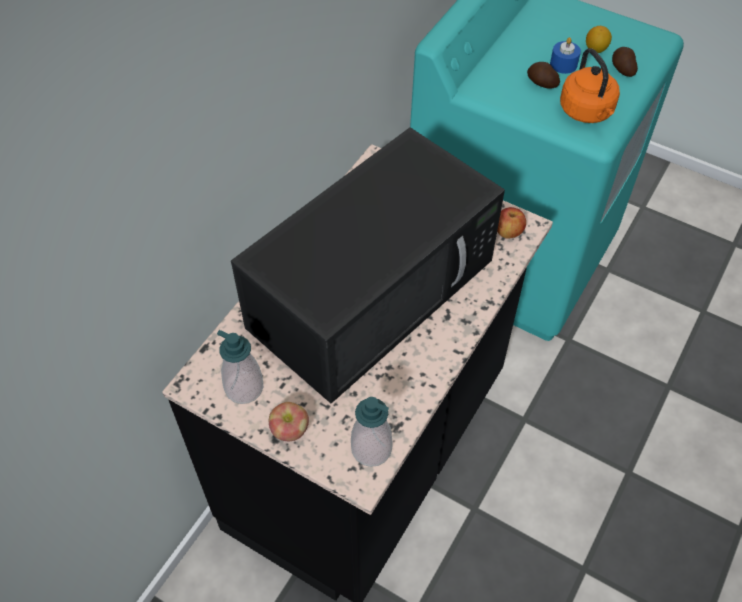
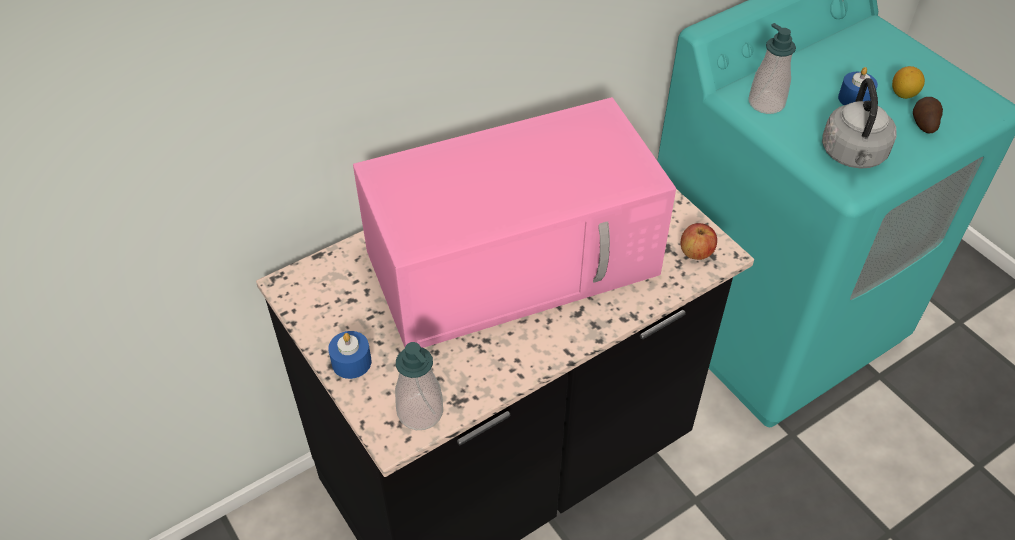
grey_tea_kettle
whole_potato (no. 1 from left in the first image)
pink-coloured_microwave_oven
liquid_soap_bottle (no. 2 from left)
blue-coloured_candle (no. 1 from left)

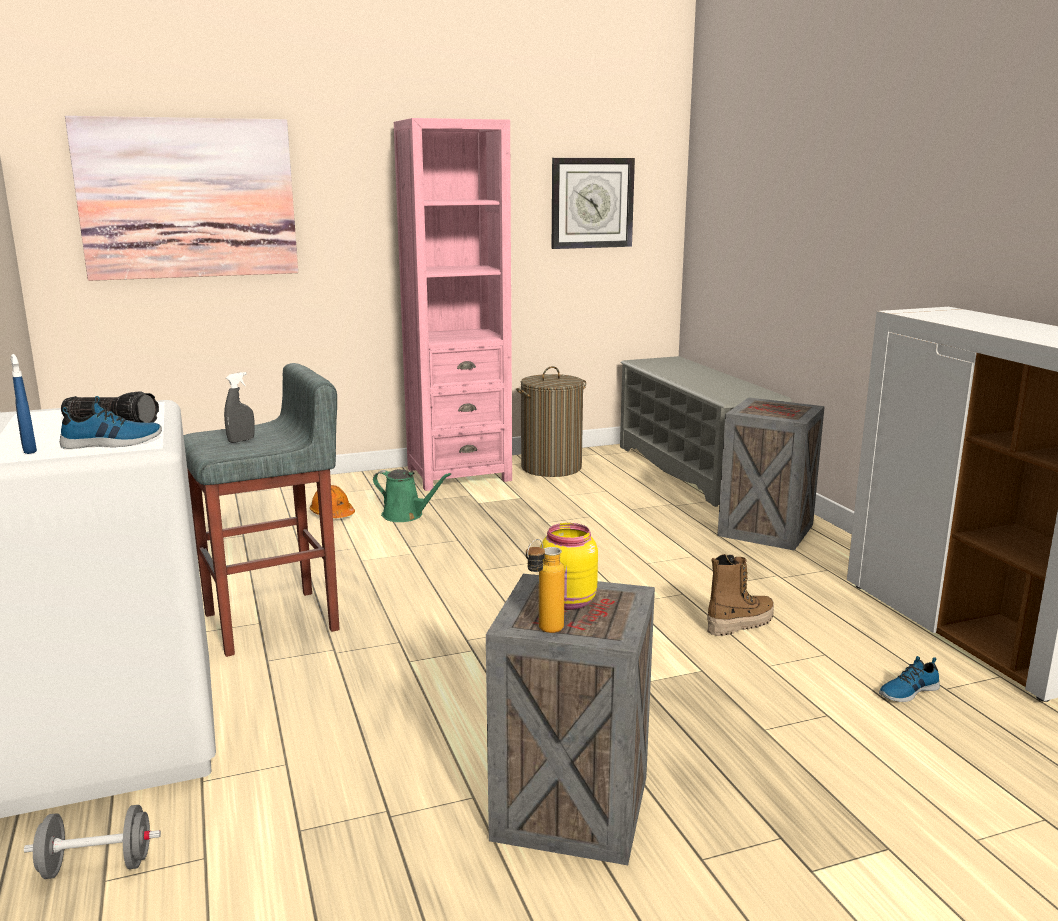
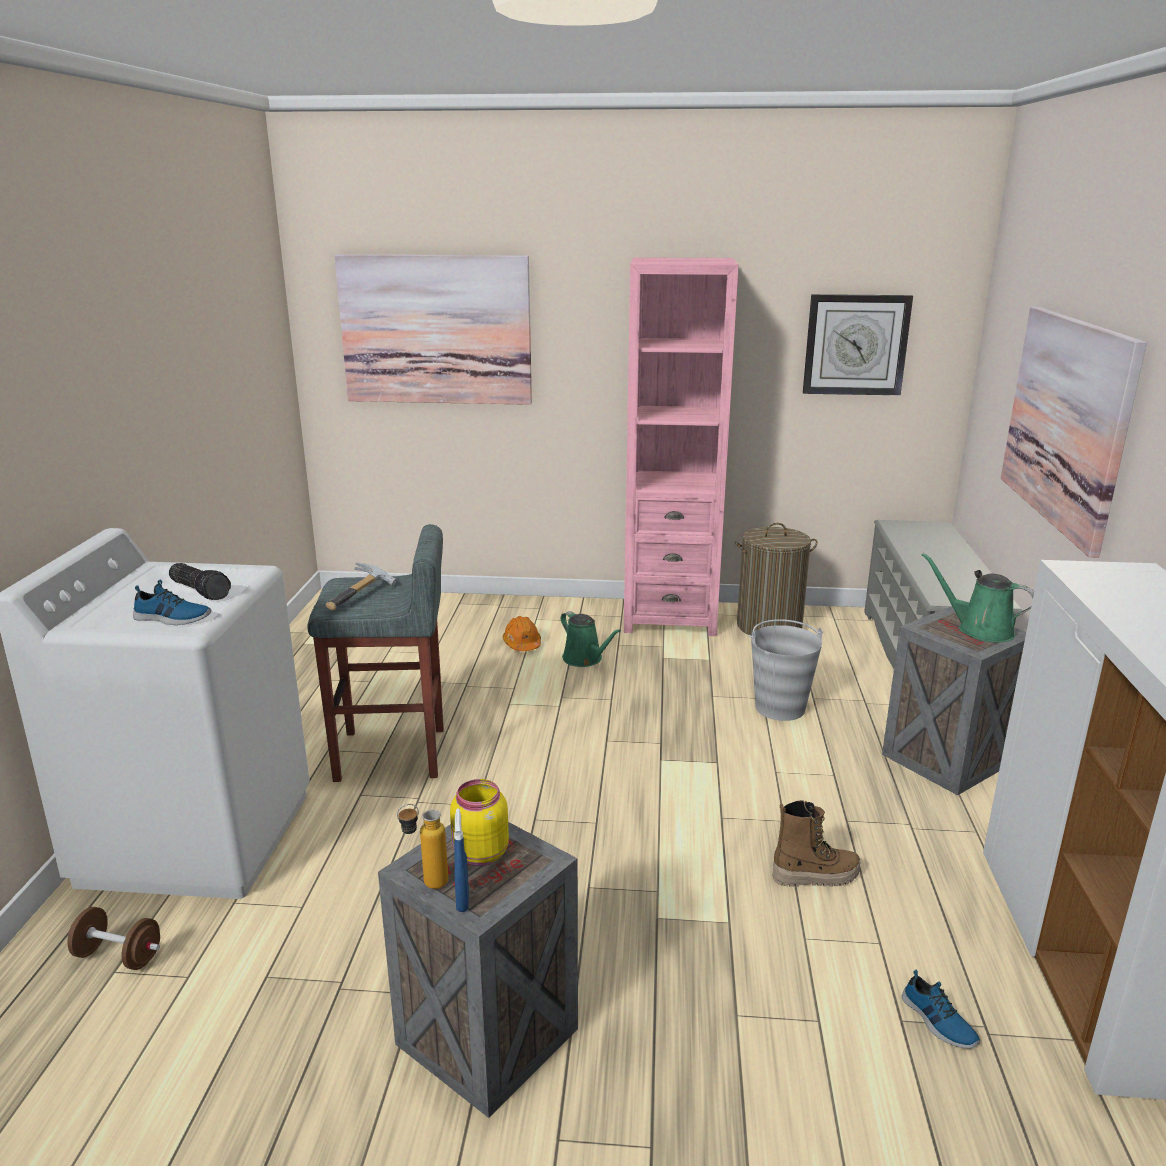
blue-coloured_sprayer
hand_hammer
shoe (no. 2 from left)
brown_hand_weight
picture (no. 2 from left)
greenish_sprinkling_can (no. 2 from left)
grey_water_bucket

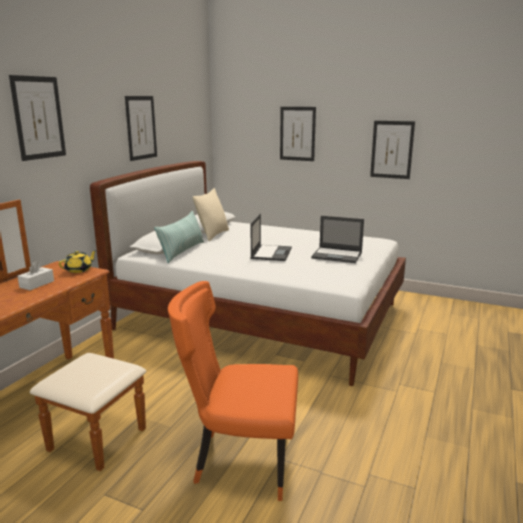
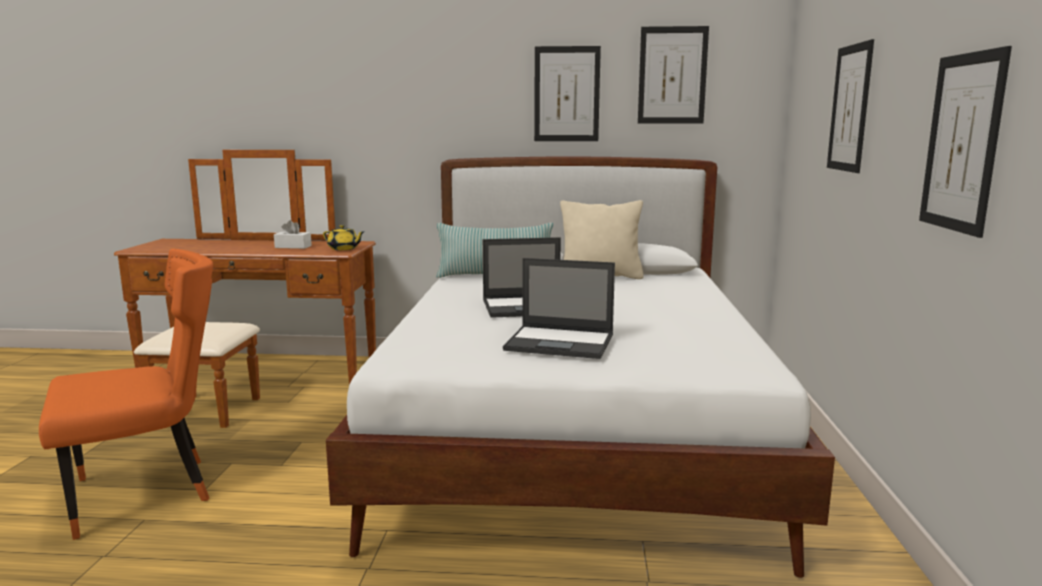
picture (no. 2 from left)
notebook_computer (no. 2 from left)
orange-coloured_upright_chair

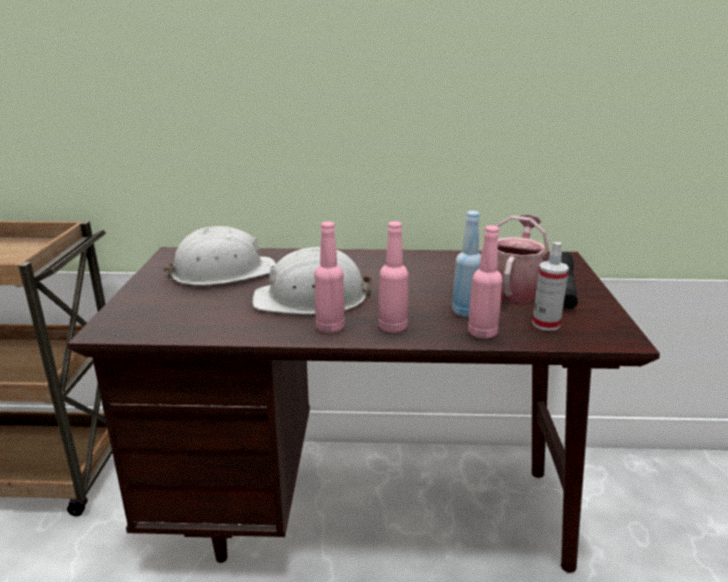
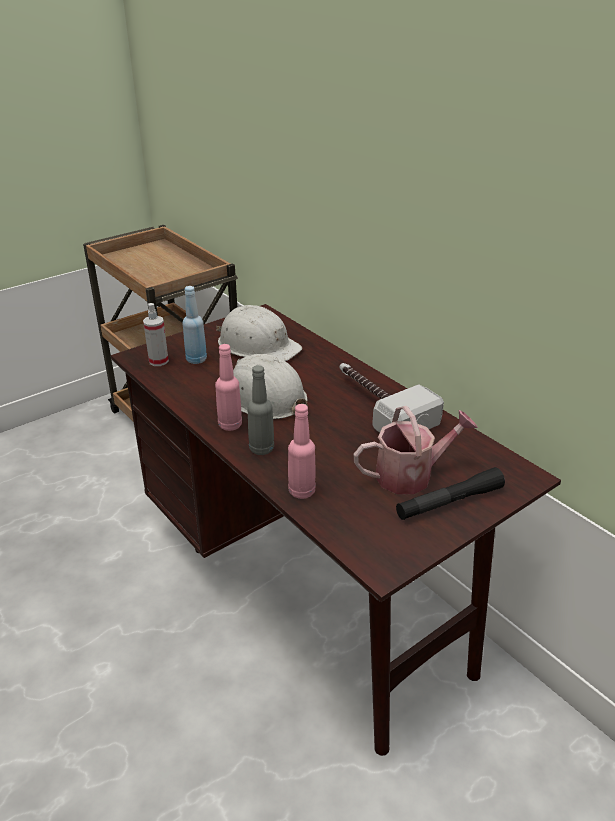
blue-coloured_bottle
grey_bottle
sprayer
hand_hammer

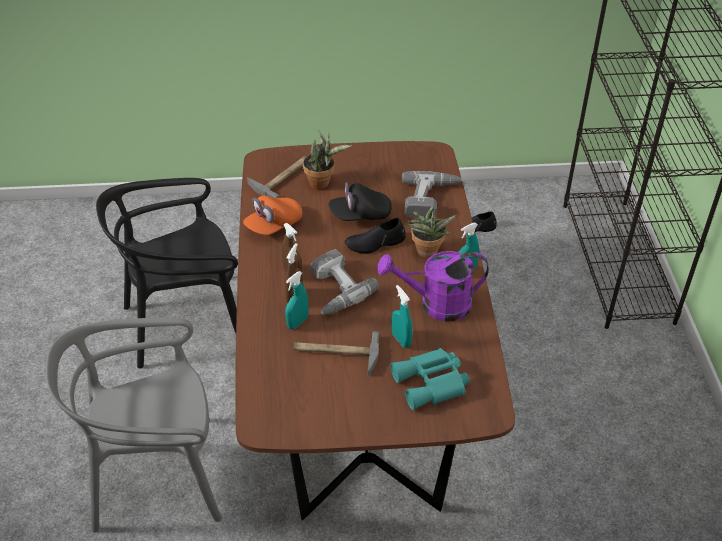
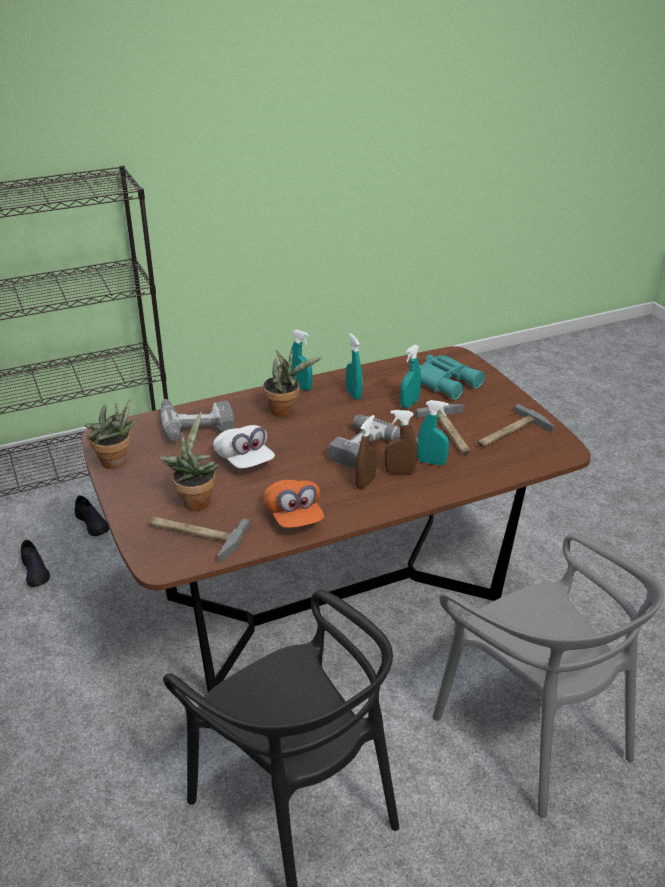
whitish_baseball_cap
orange-coloured_baseball_cap
blackish_shoe (no. 2 from left)
turquoise_sprayer (no. 2 from left)
plant_in_a_pot (no. 1 from left)
hand_hammer (no. 3 from left)

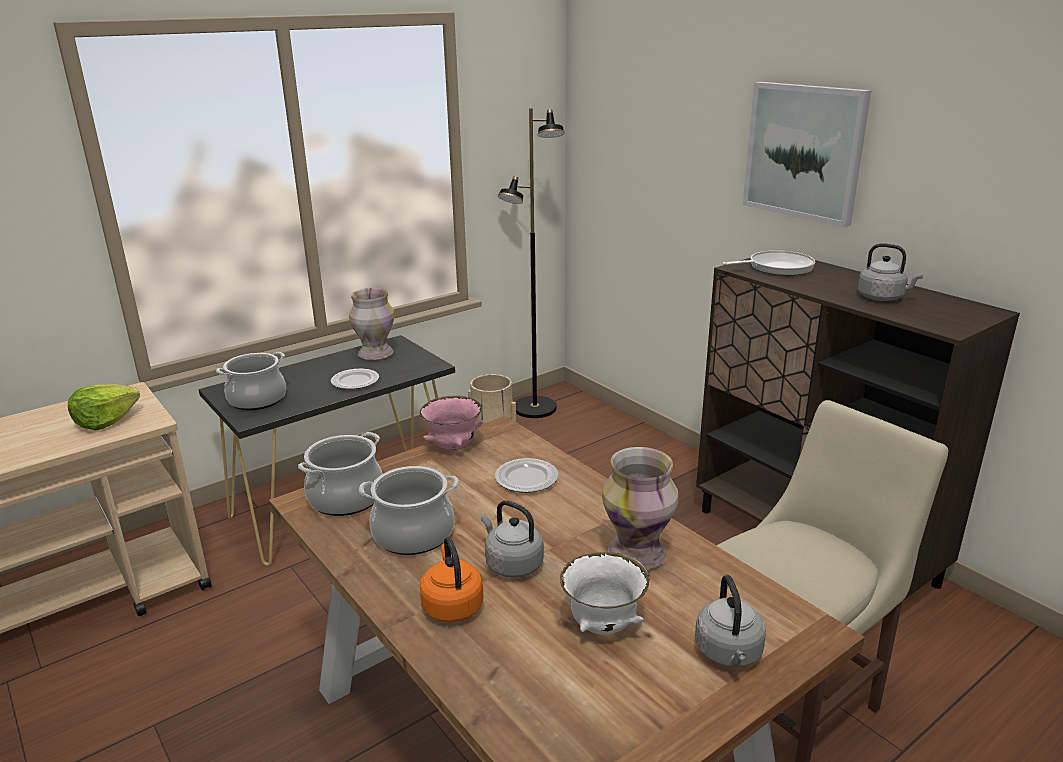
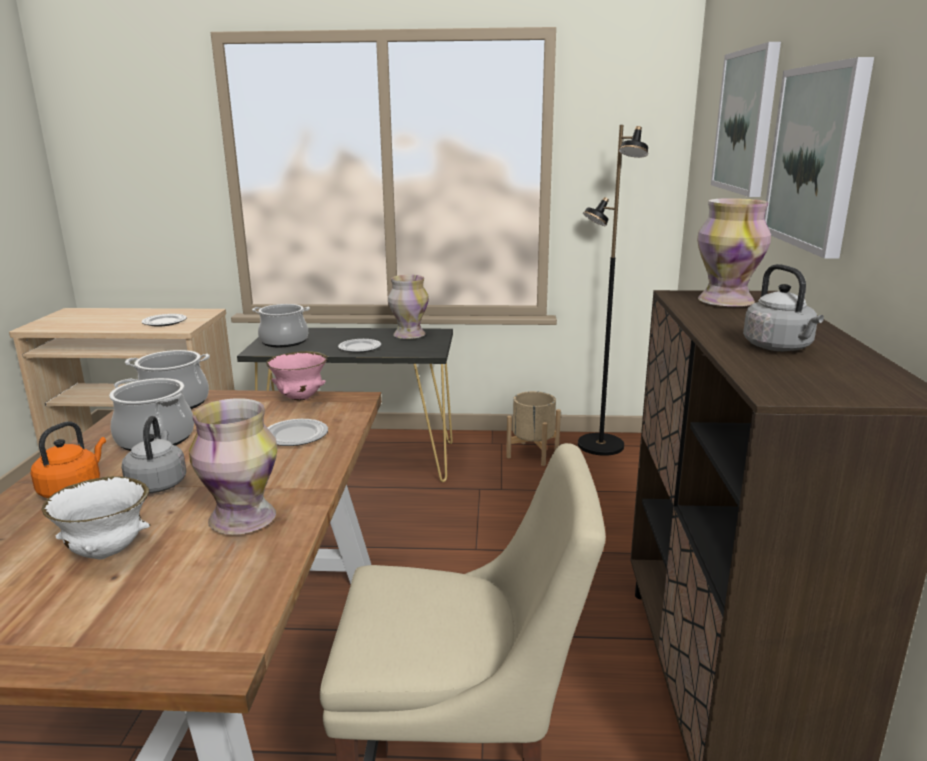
decorative_vase (no. 3 from left)
plate (no. 1 from left)
grey_tea_kettle (no. 2 from left in the first image)
picture (no. 1 from left)

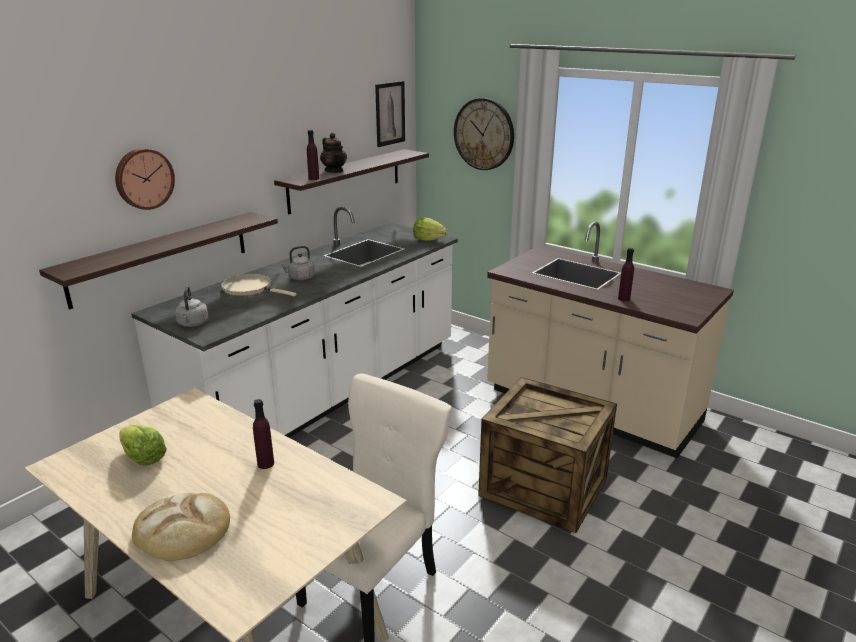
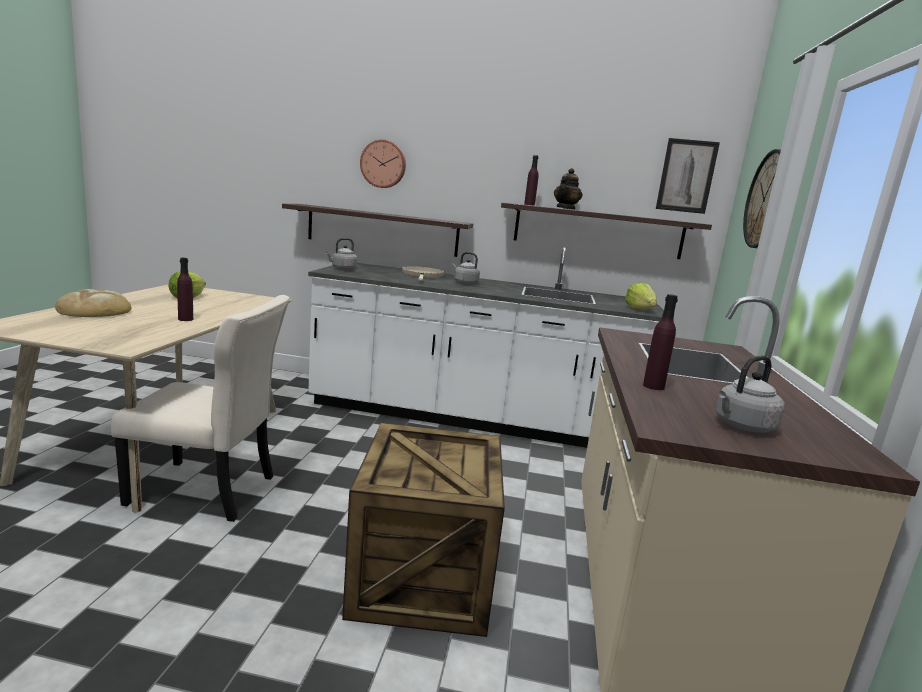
grey_tea_kettle (no. 3 from left)

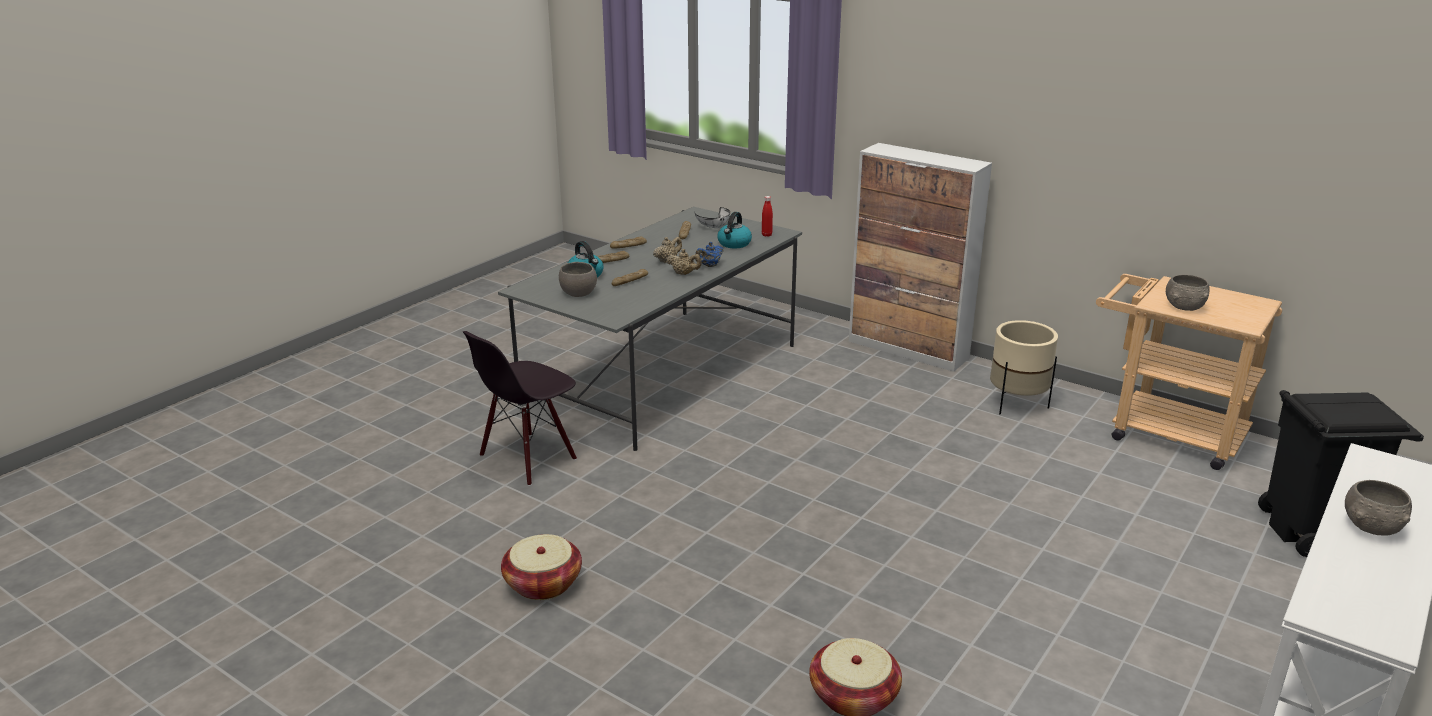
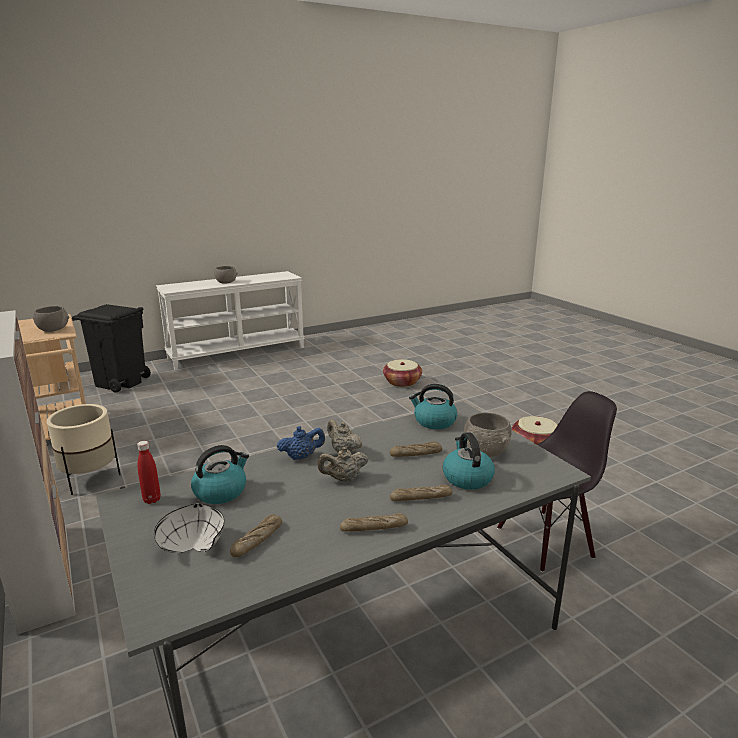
tea_kettle (no. 2 from left)

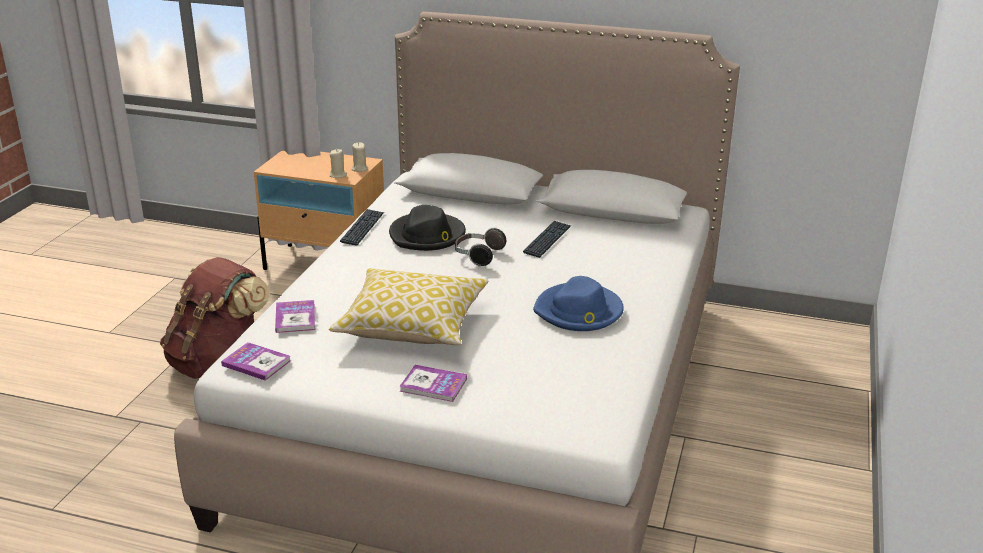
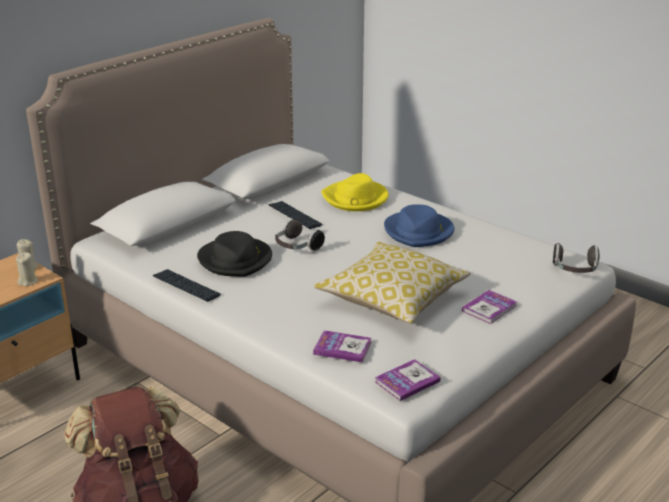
yellow_hat
pair_of_headphones (no. 2 from left)

